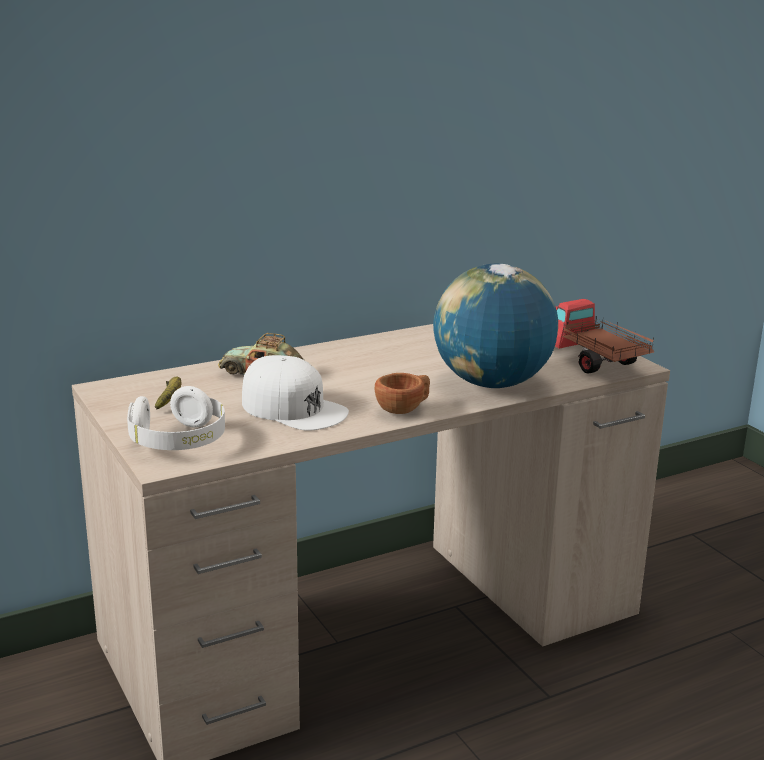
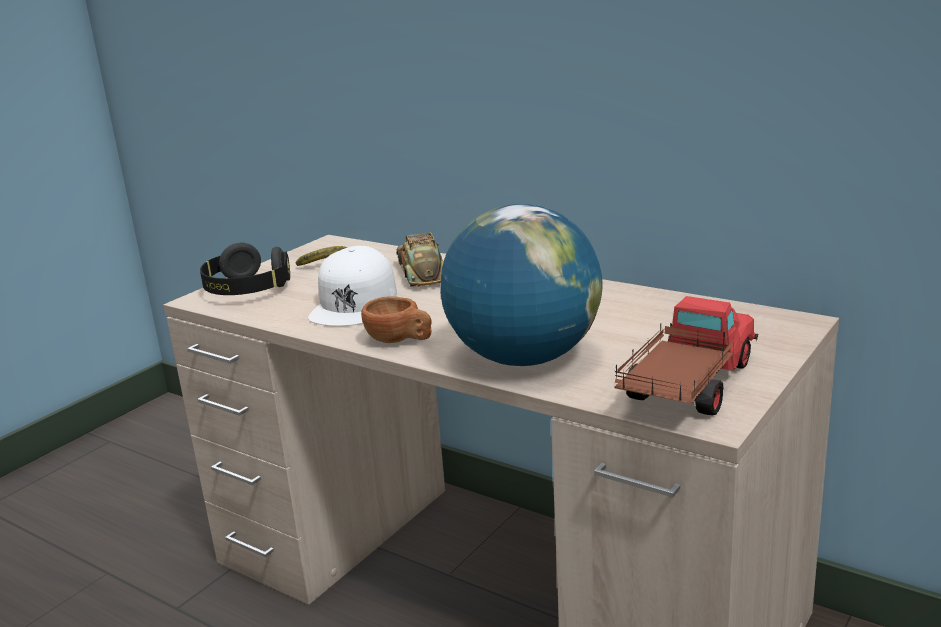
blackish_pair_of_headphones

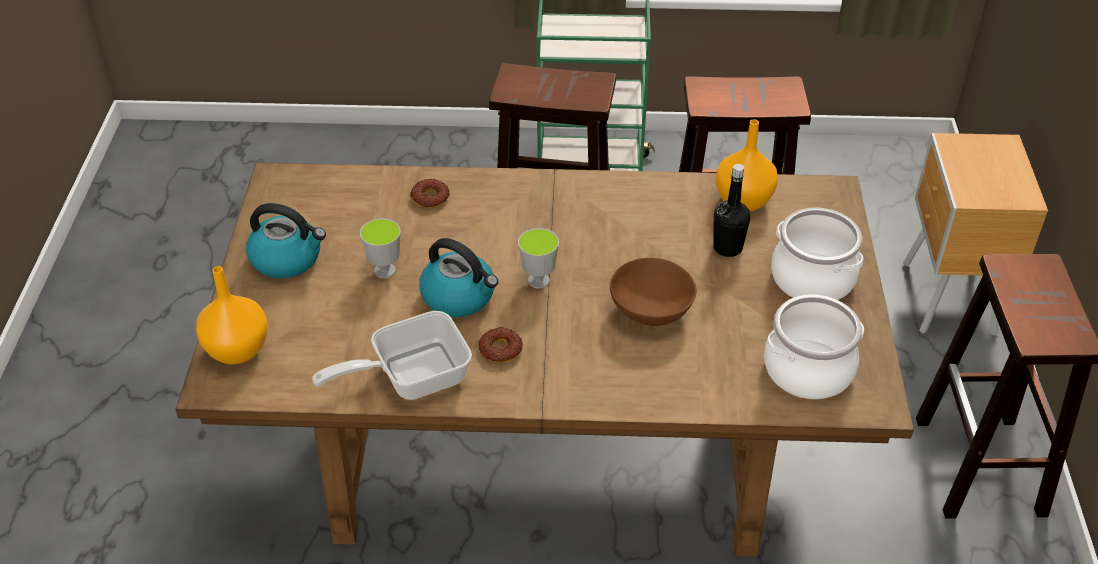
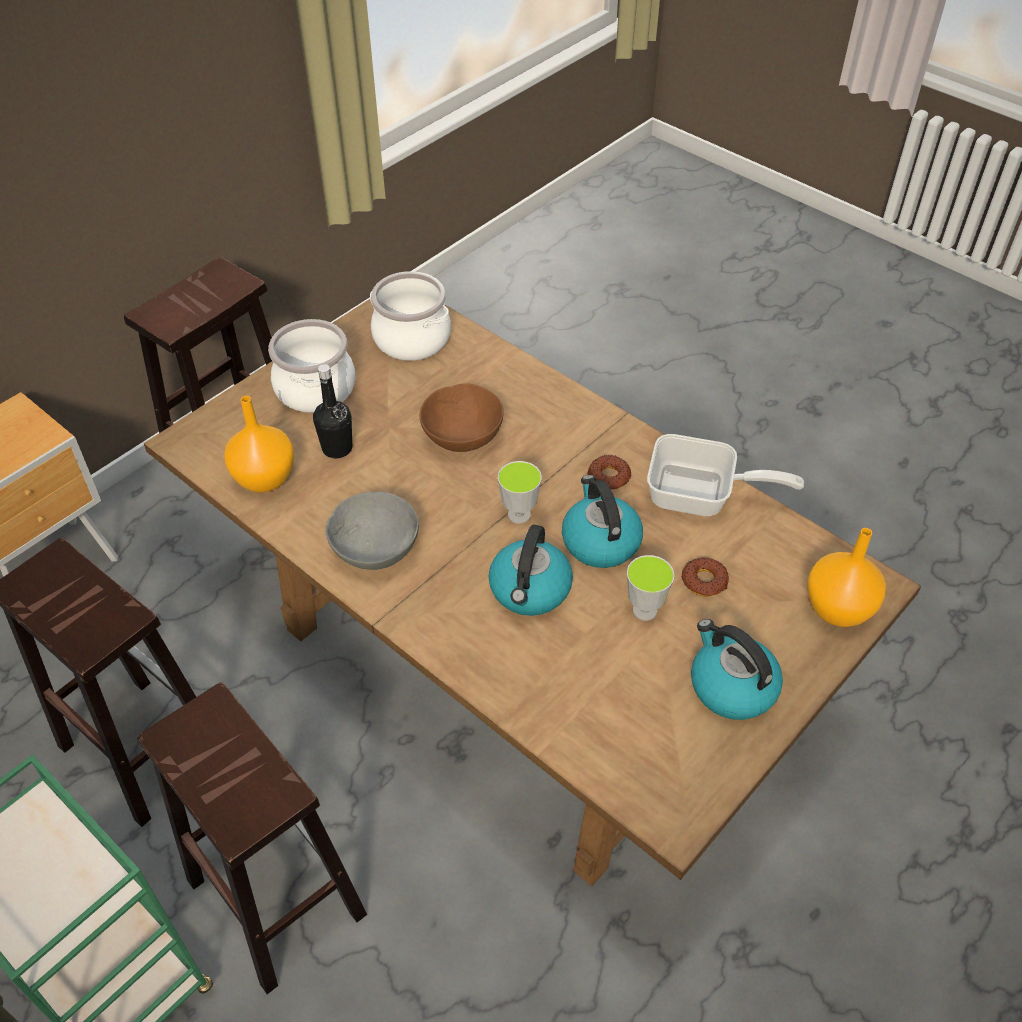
doughnut (no. 2 from left)
grey_deep_dish
tea_kettle (no. 1 from left)

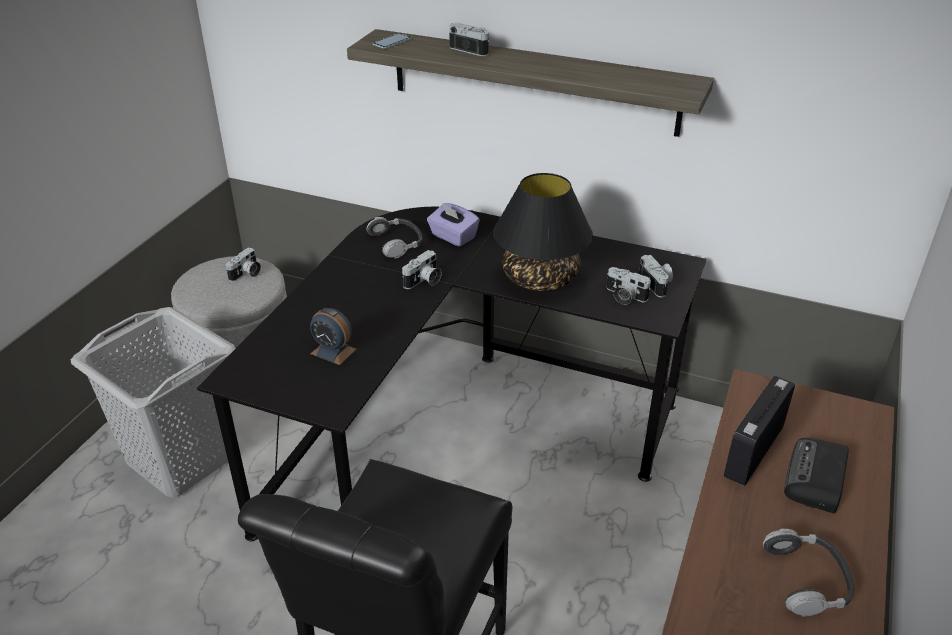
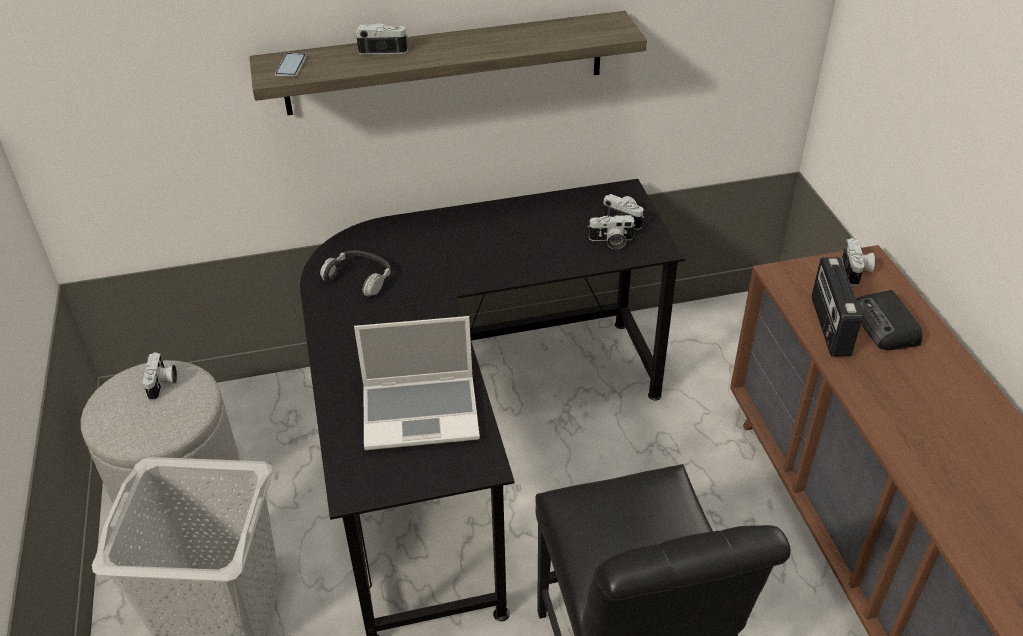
blackish_tabletop_lamp
purple-coloured_box_of_tissues
photo_camera (no. 5 from left)
notebook_computer
pair_of_headphones (no. 2 from left in the first image)

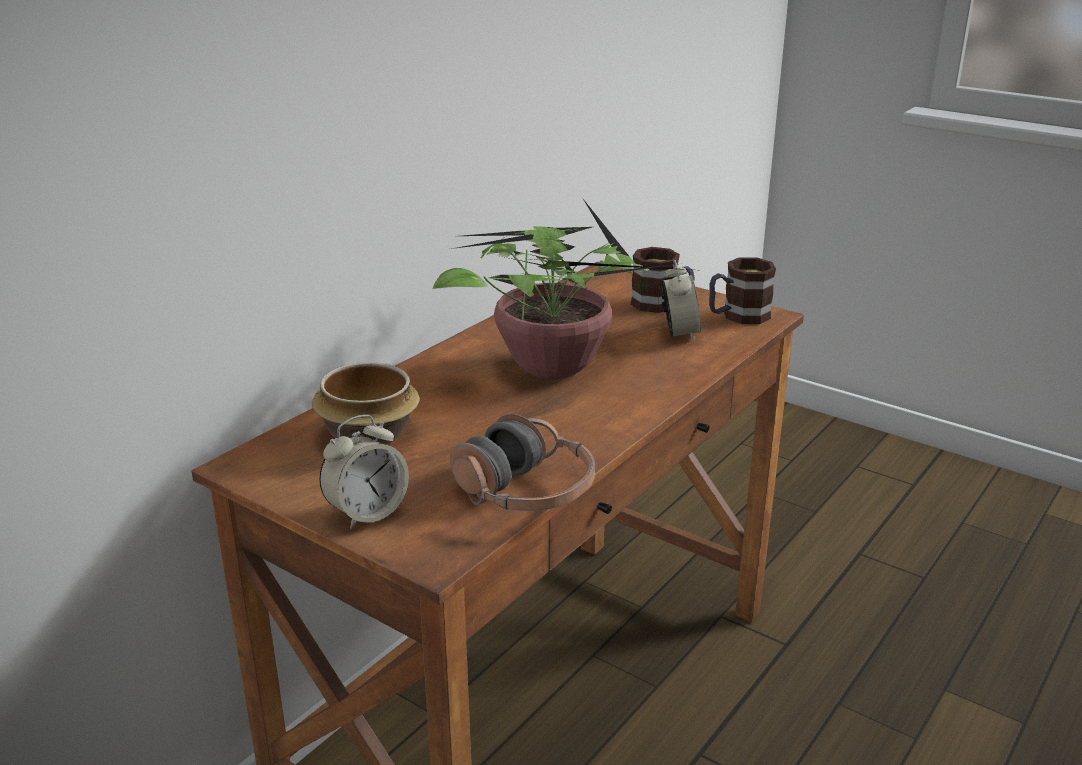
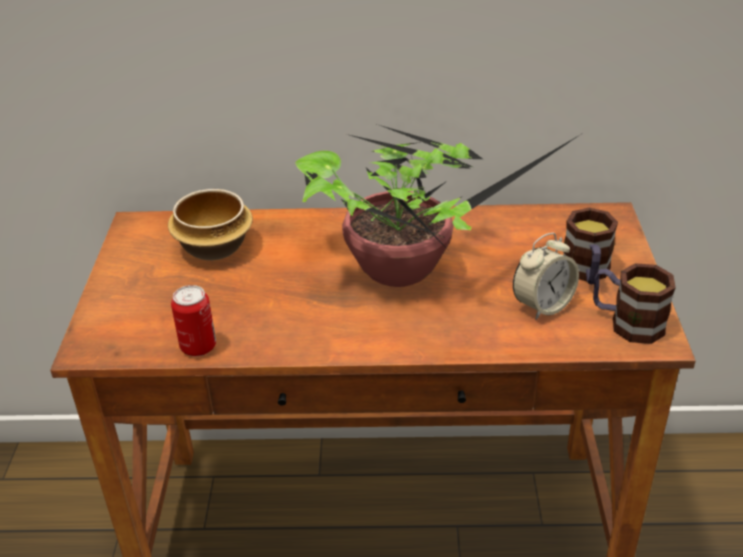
can
bedside_clock (no. 1 from left in the first image)

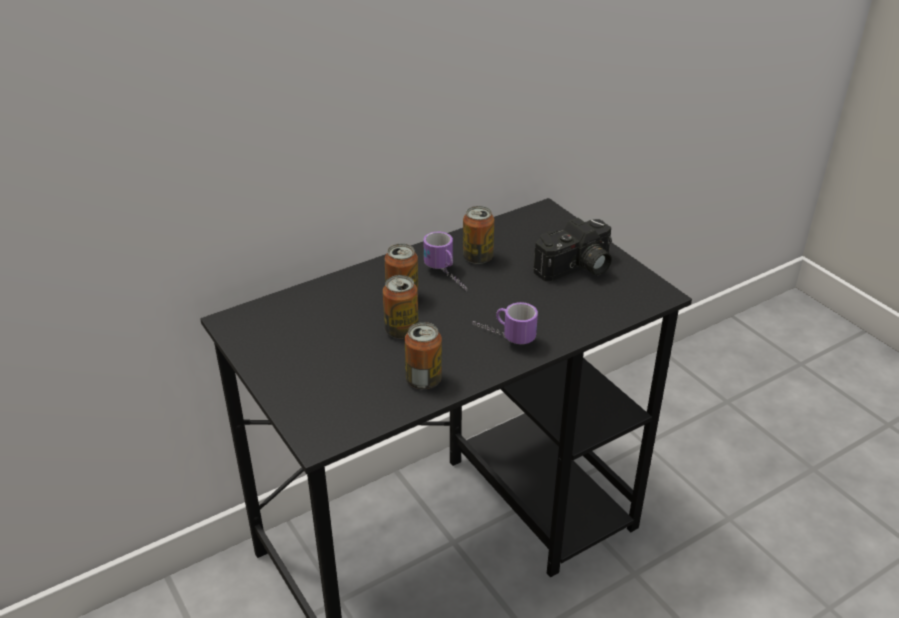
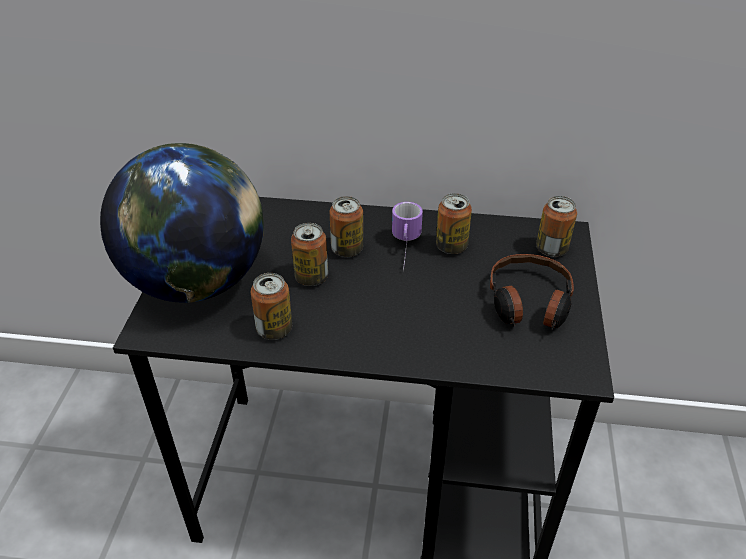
pair_of_headphones
coffee_mug (no. 2 from left in the first image)
desk_globe
can (no. 5 from left)

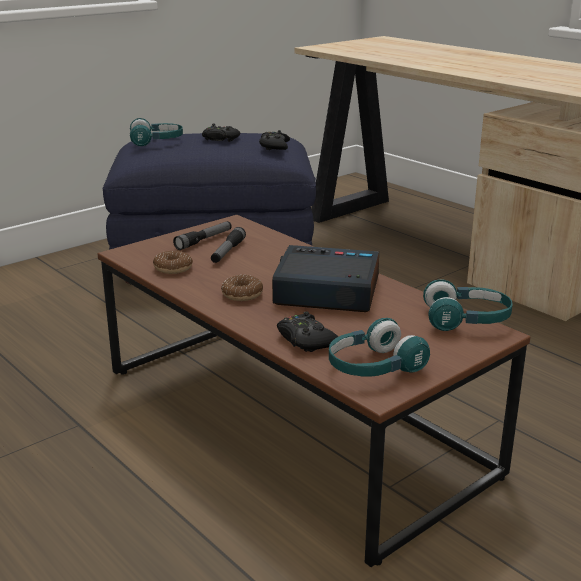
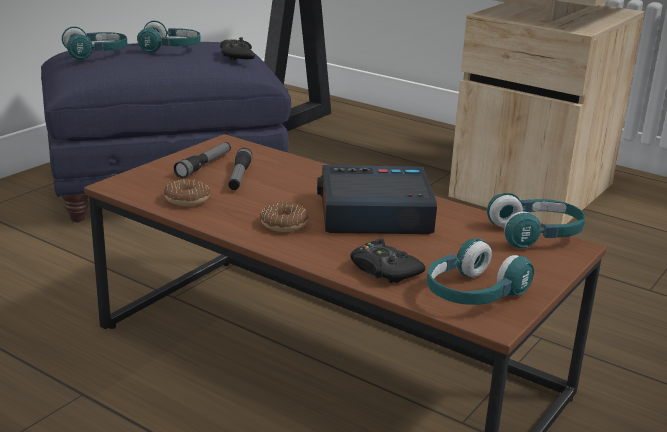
turquoise_pair_of_headphones (no. 2 from left)

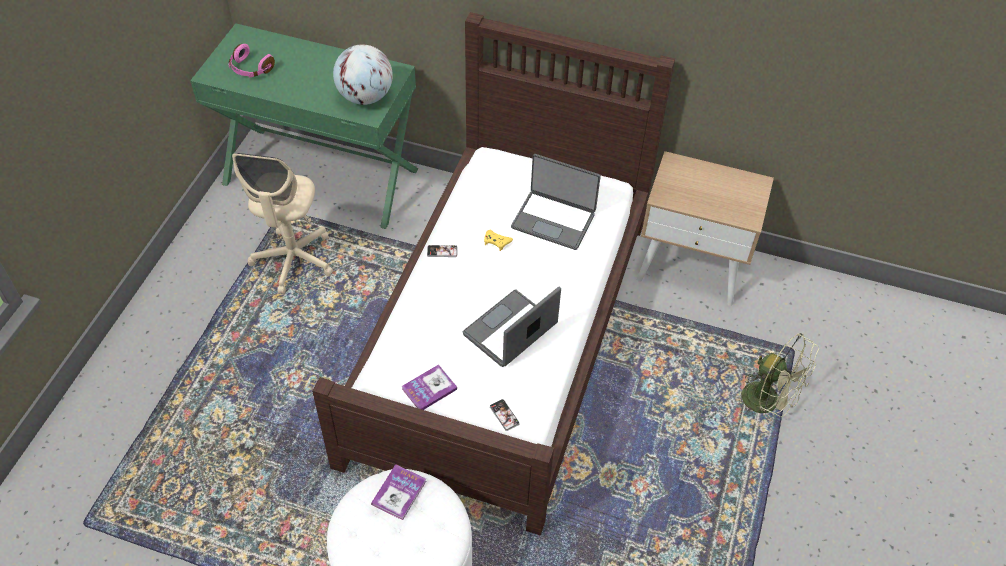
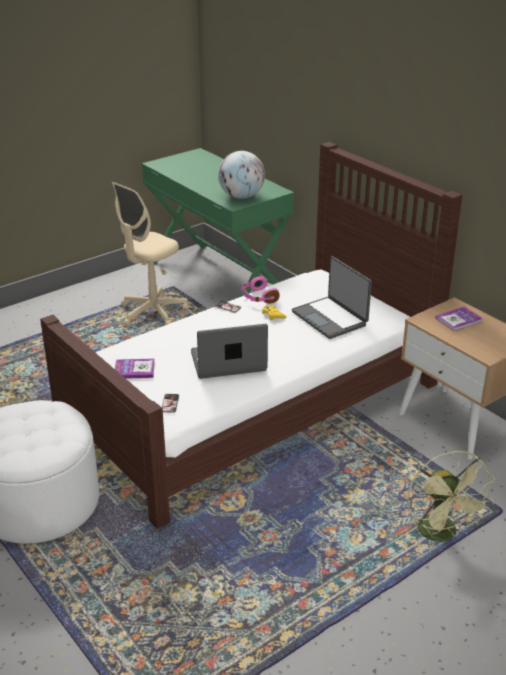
pink-coloured_pair_of_headphones
volume (no. 2 from left)

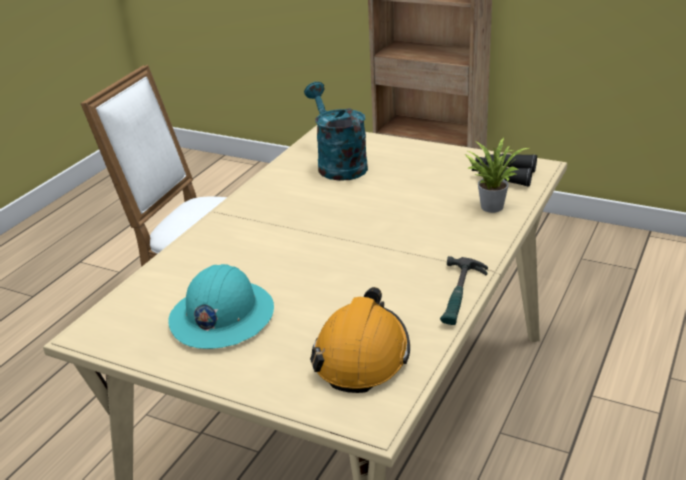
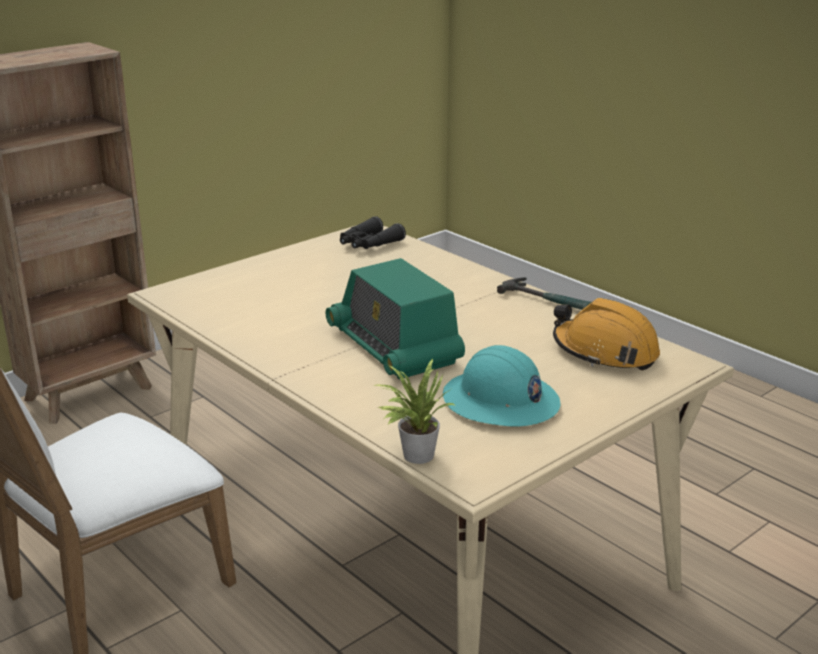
turquoise_sprinkling_can
plant_in_a_pot
radio_set

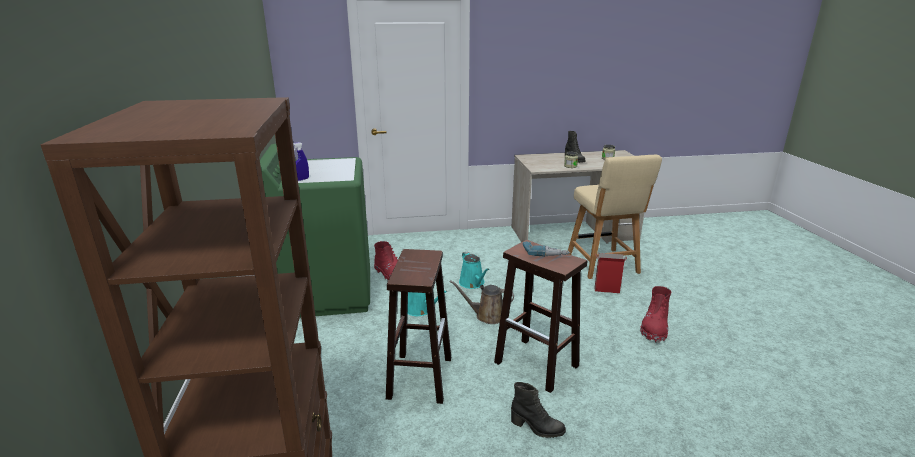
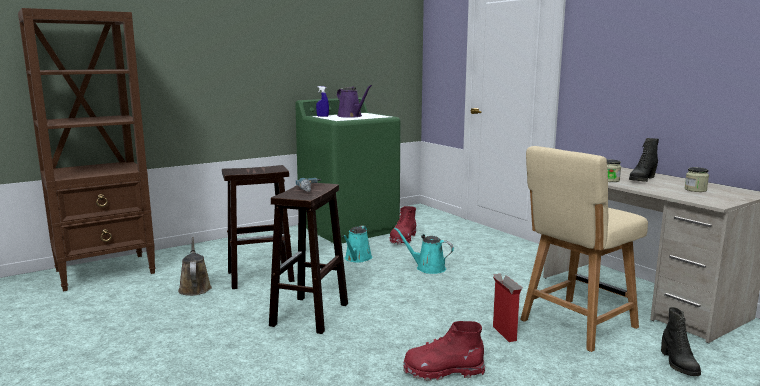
turquoise_sprinkling_can (no. 2 from left)
brown_sprinkling_can
blackish_tall_boot (no. 2 from left)
purple-coloured_sprinkling_can

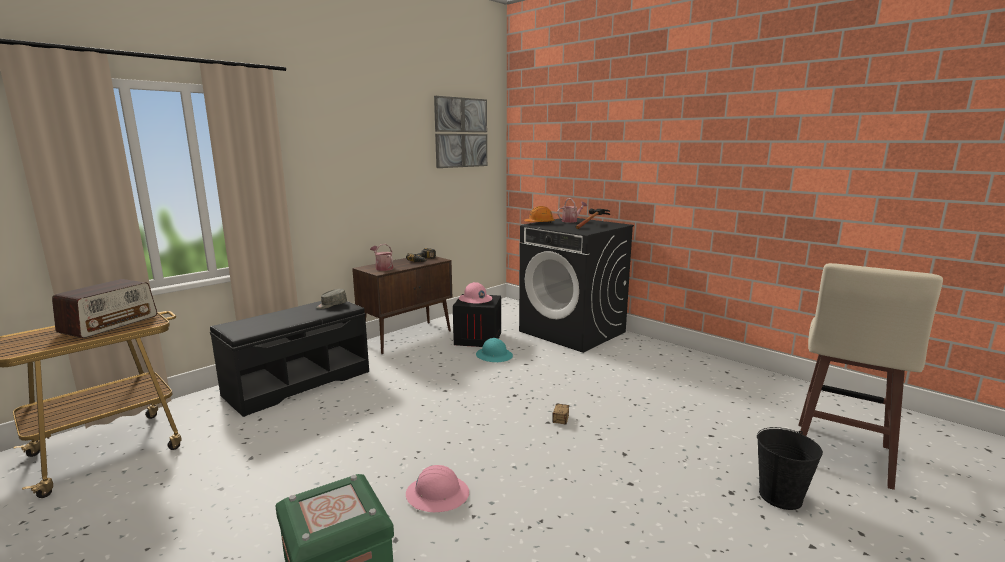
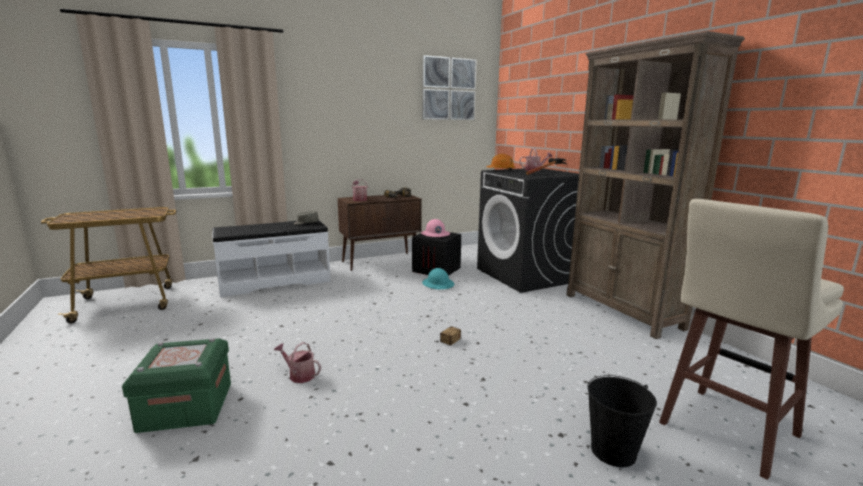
radio_set
whitish_bench
sprinkling_can (no. 1 from left)
brown_shelving_unit

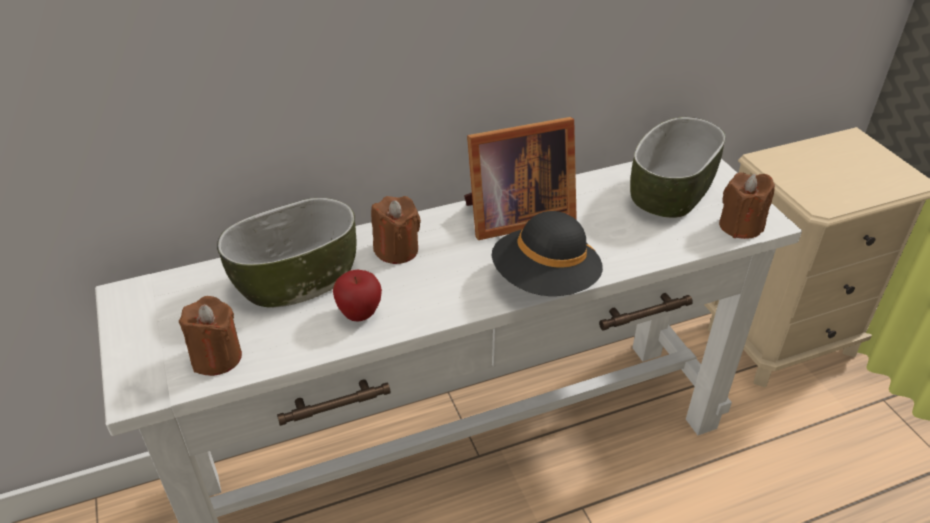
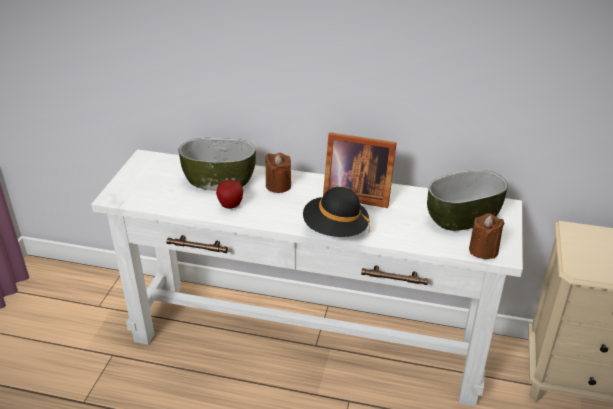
brown_candle (no. 1 from left in the first image)

